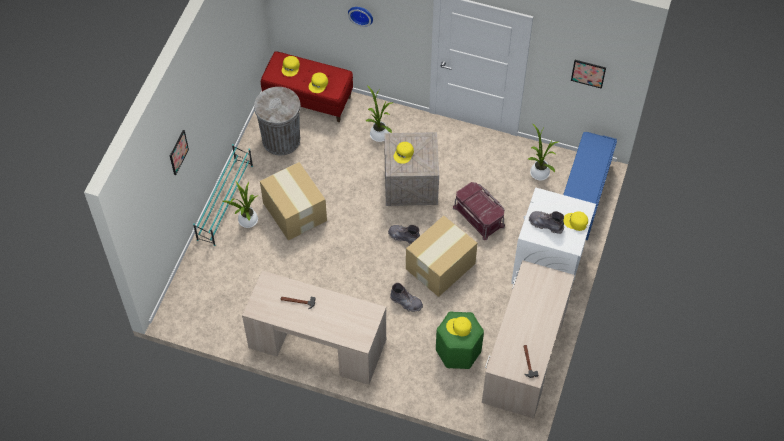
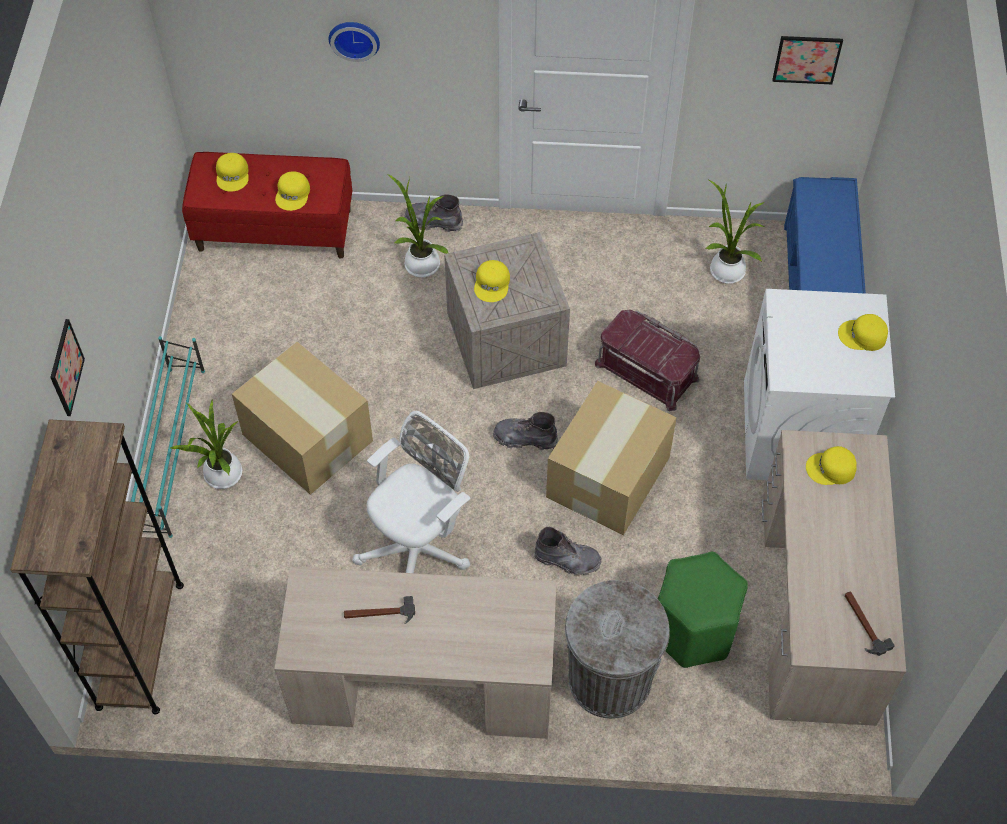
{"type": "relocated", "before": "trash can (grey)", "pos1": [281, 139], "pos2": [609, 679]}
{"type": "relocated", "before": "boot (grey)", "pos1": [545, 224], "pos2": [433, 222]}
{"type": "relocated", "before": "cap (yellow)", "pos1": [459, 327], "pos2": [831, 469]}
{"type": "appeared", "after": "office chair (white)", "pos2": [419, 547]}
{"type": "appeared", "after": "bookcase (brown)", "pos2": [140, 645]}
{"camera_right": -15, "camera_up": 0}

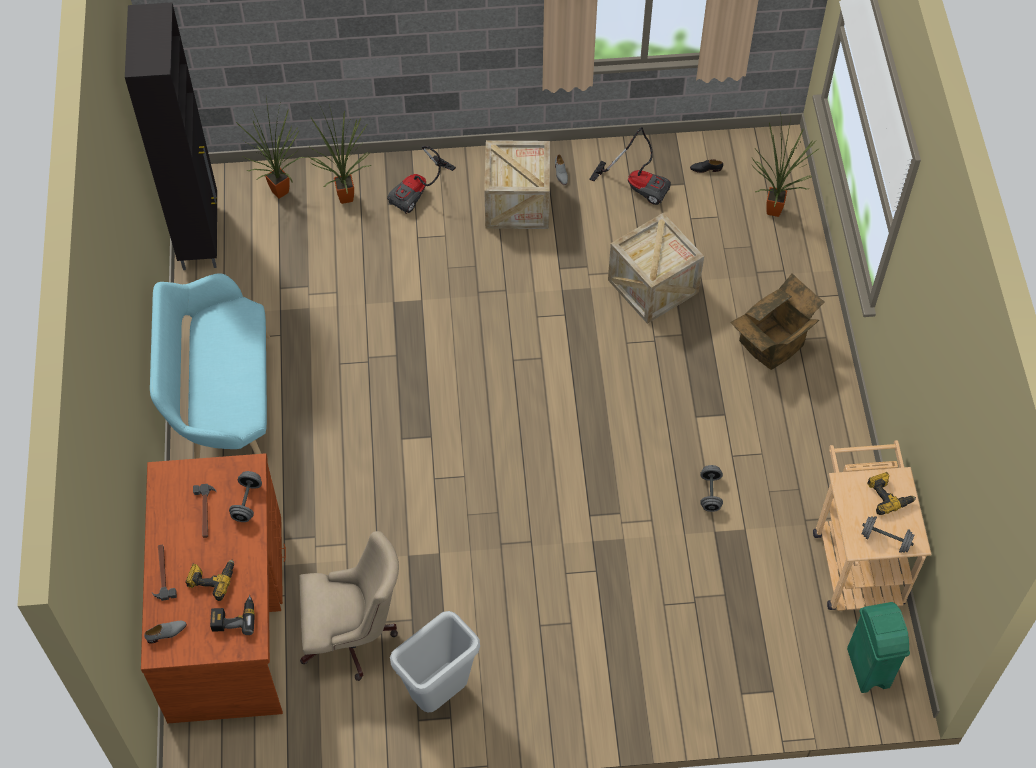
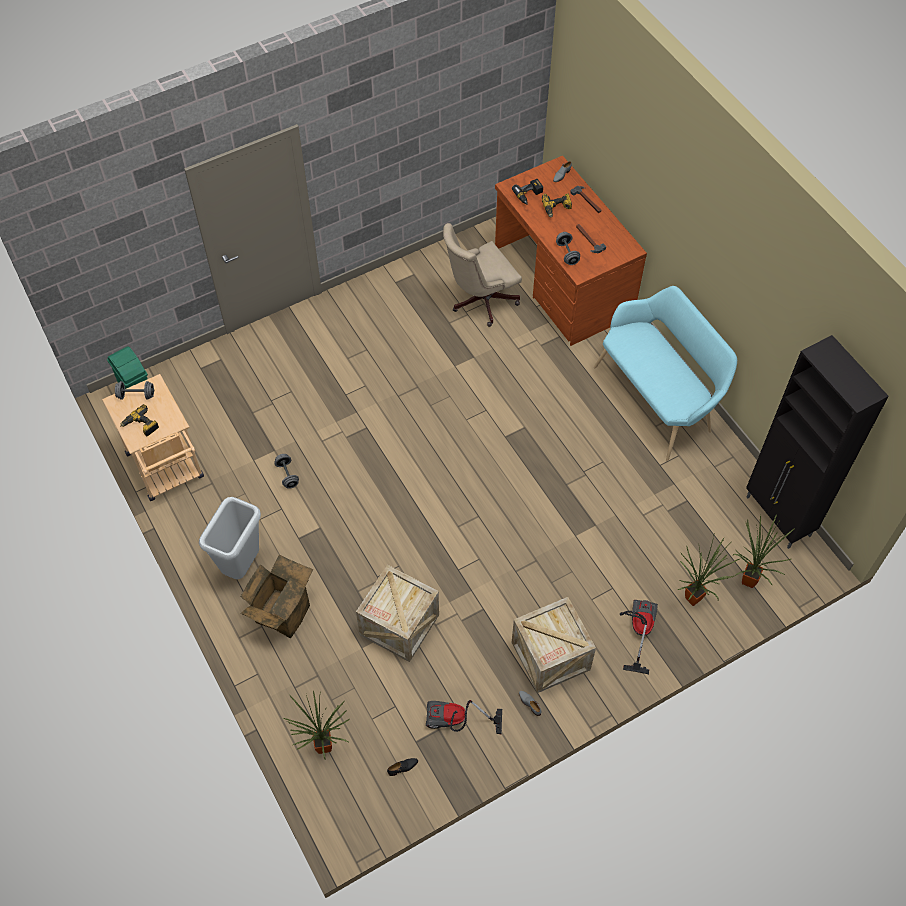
{"type": "relocated", "before": "trash can (grey)", "pos1": [439, 694], "pos2": [241, 565]}
{"camera_right": 155, "camera_up": 0}

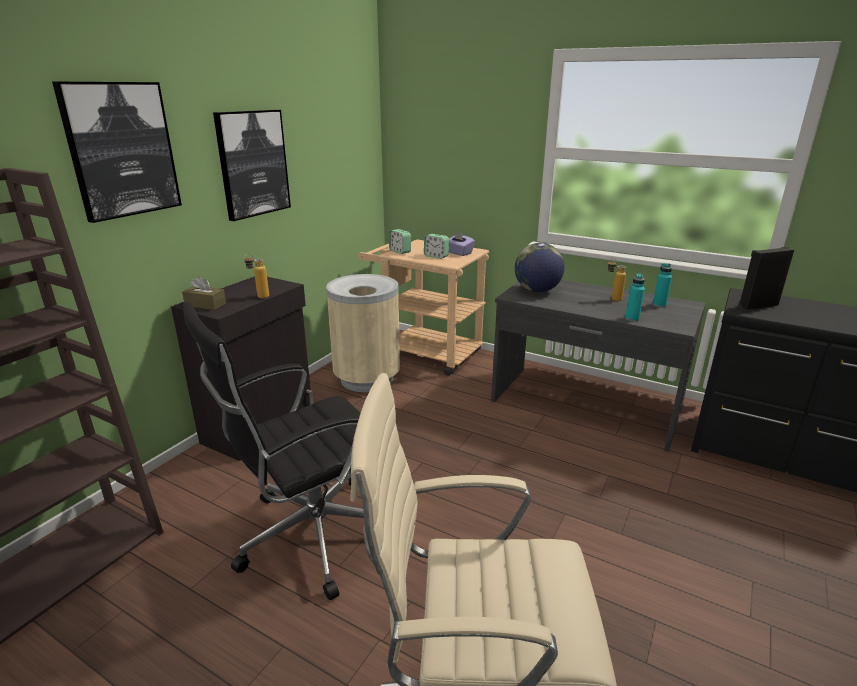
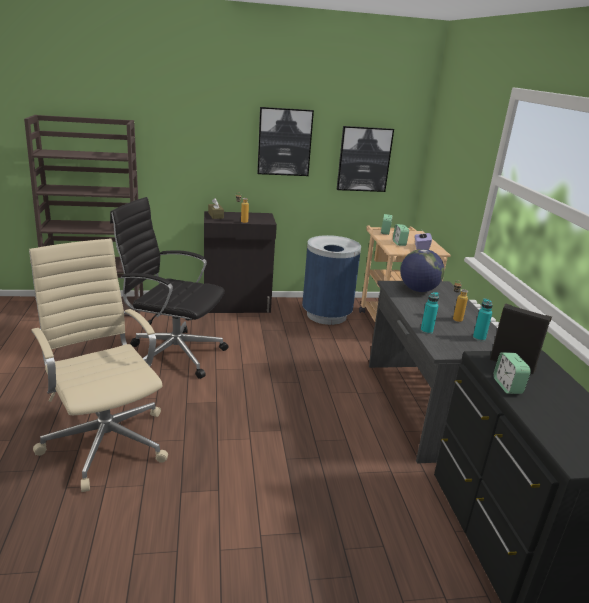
{"type": "relocated", "before": "picture", "pos1": [121, 150], "pos2": [364, 159]}
{"type": "colour", "before": "trash can (beige)", "after": "trash can (blue)", "pos1": [366, 379], "pos2": [326, 315]}
{"type": "appeared", "after": "alarm clock", "pos2": [507, 386]}
{"camera_right": 50, "camera_up": 0}

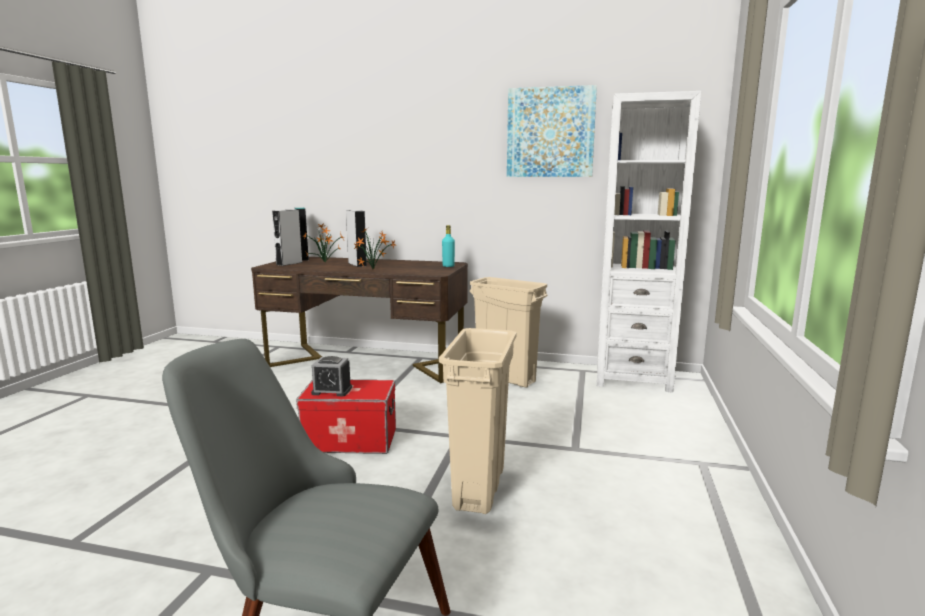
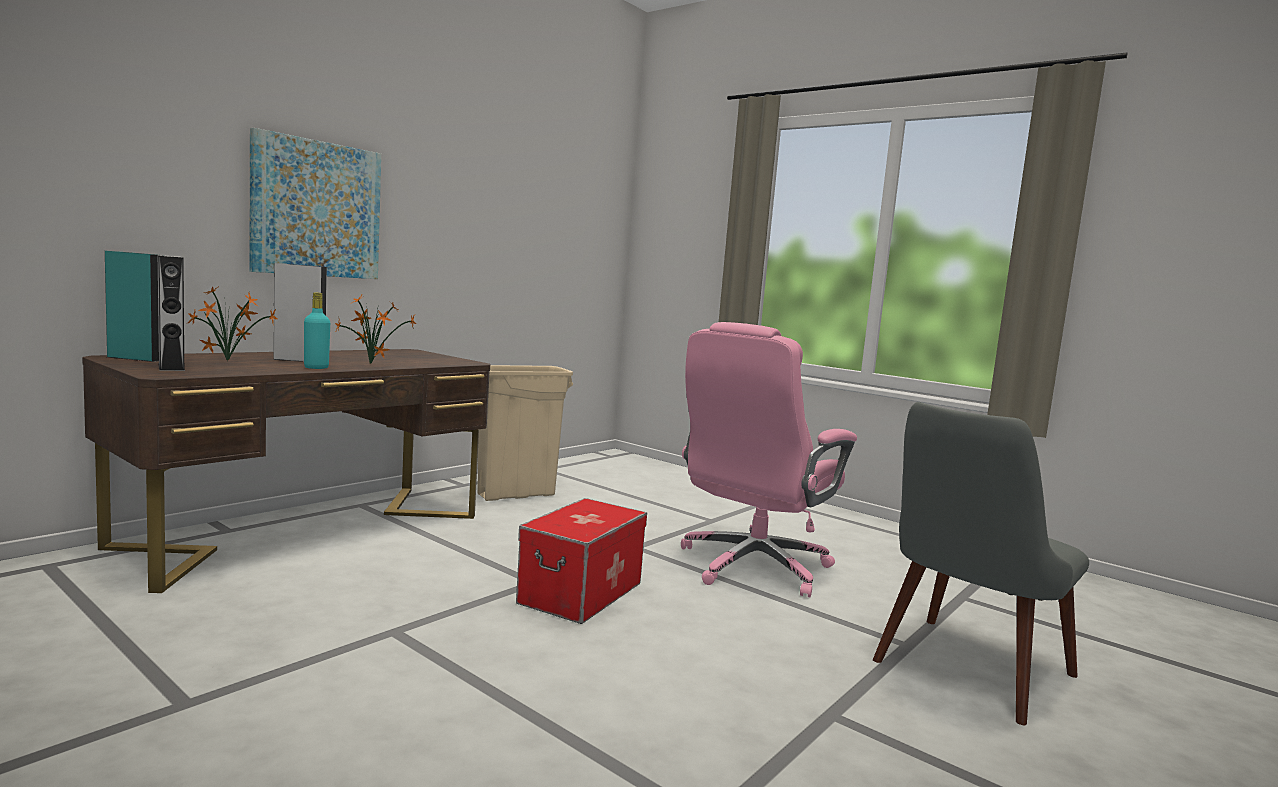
{"type": "relocated", "before": "picture", "pos1": [550, 132], "pos2": [316, 209]}
{"type": "missing", "before": "bookcase (white)", "pos1": [632, 378]}
{"type": "relocated", "before": "bottle (turquoise)", "pos1": [448, 266], "pos2": [316, 367]}
{"type": "exchanged", "before": "trash can (beige)", "after": "office chair (pink)", "pos1": [479, 488], "pos2": [752, 567]}
{"type": "missing", "before": "alarm clock", "pos1": [332, 391]}
{"camera_right": -65, "camera_up": -5}

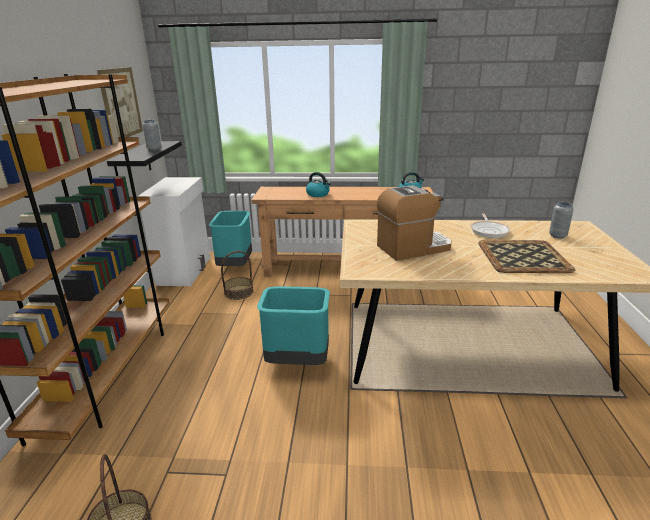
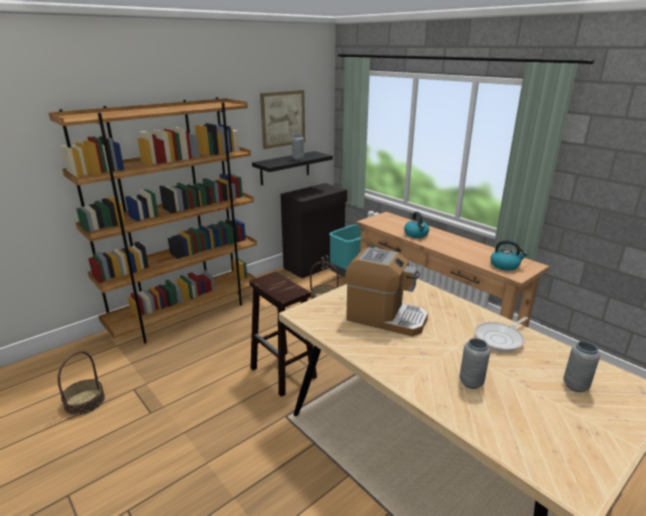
{"type": "colour", "before": "cabinet (white)", "after": "cabinet (black)", "pos1": [185, 270], "pos2": [315, 265]}
{"type": "exchanged", "before": "tray", "after": "vase (grey)", "pos1": [524, 257], "pos2": [471, 382]}
{"type": "exchanged", "before": "trash can (turquoise)", "after": "stool (brown)", "pos1": [298, 362], "pos2": [284, 373]}
{"camera_right": 45, "camera_up": 0}

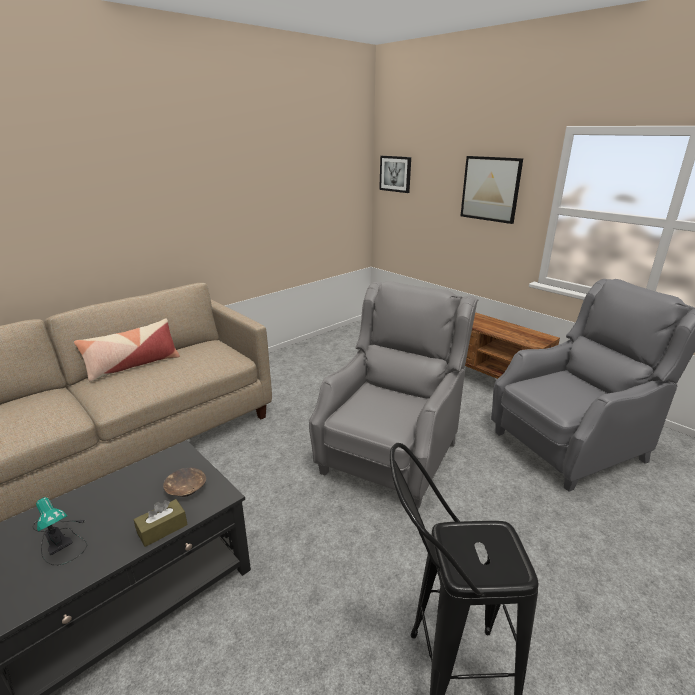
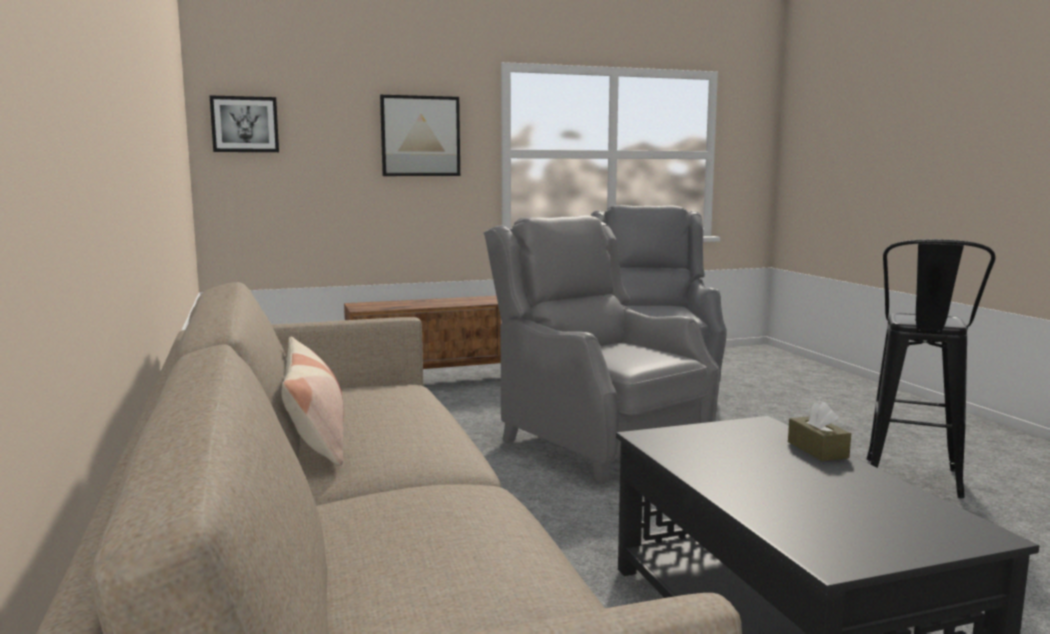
{"type": "missing", "before": "bowl (brown)", "pos1": [185, 489]}
{"type": "missing", "before": "table lamp", "pos1": [60, 538]}
{"camera_right": -65, "camera_up": -15}

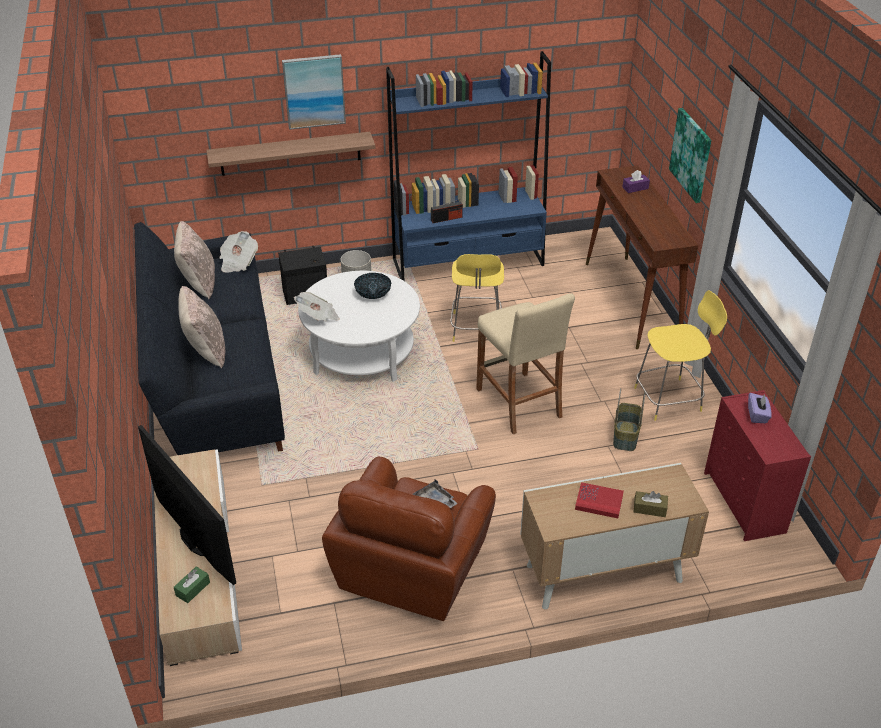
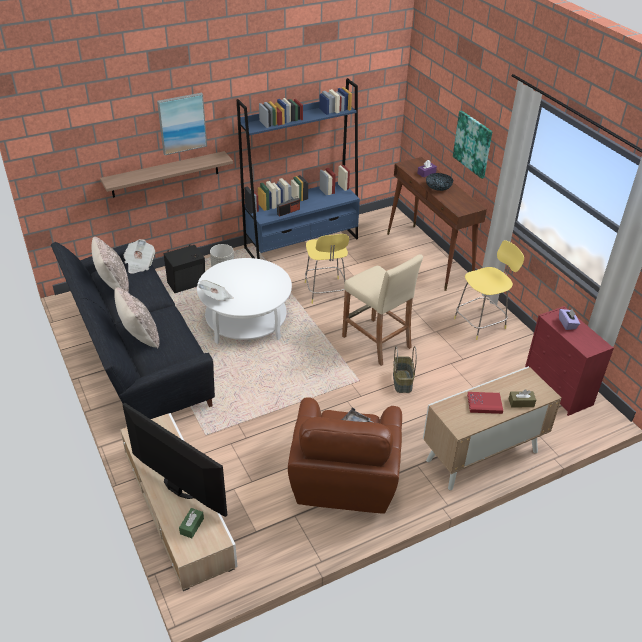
{"type": "relocated", "before": "bowl", "pos1": [373, 294], "pos2": [438, 188]}
{"type": "relocated", "before": "basket", "pos1": [626, 436], "pos2": [403, 381]}
{"camera_right": -15, "camera_up": 0}

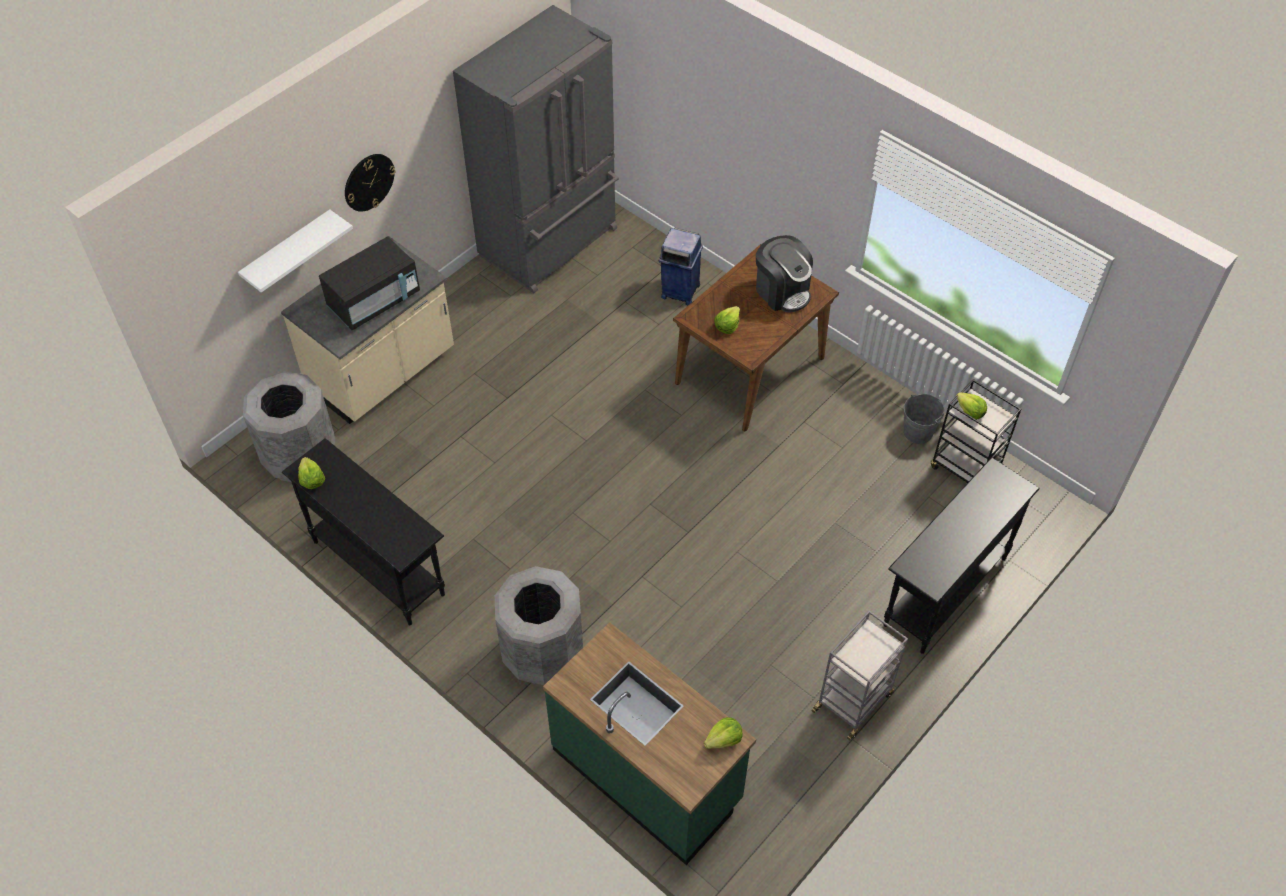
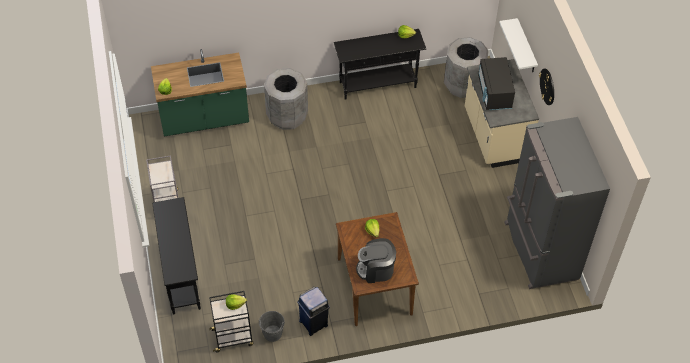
{"type": "relocated", "before": "trash can (blue)", "pos1": [679, 291], "pos2": [314, 323]}
{"camera_right": 125, "camera_up": 0}

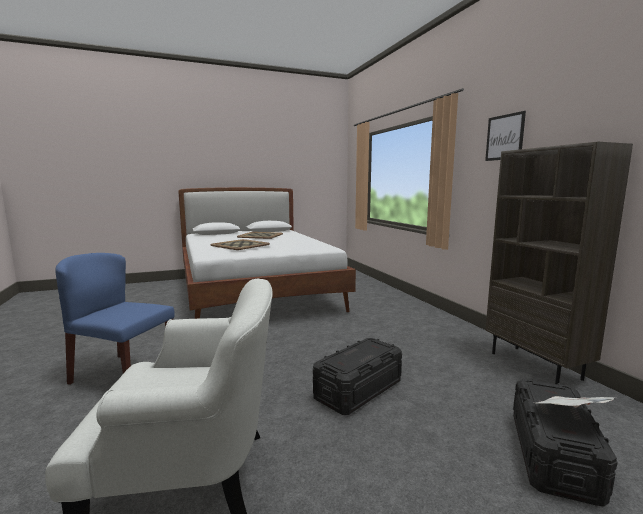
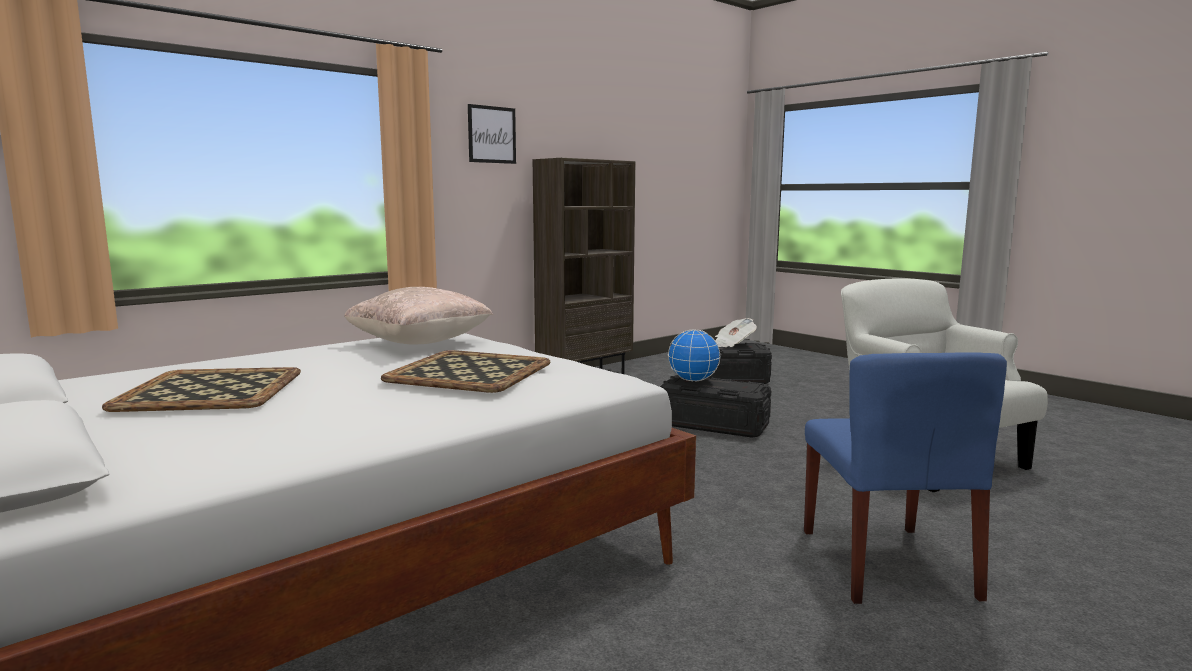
{"type": "appeared", "after": "pillow (beige)", "pos2": [419, 344]}
{"type": "appeared", "after": "globe", "pos2": [692, 380]}
{"camera_right": -110, "camera_up": 0}

